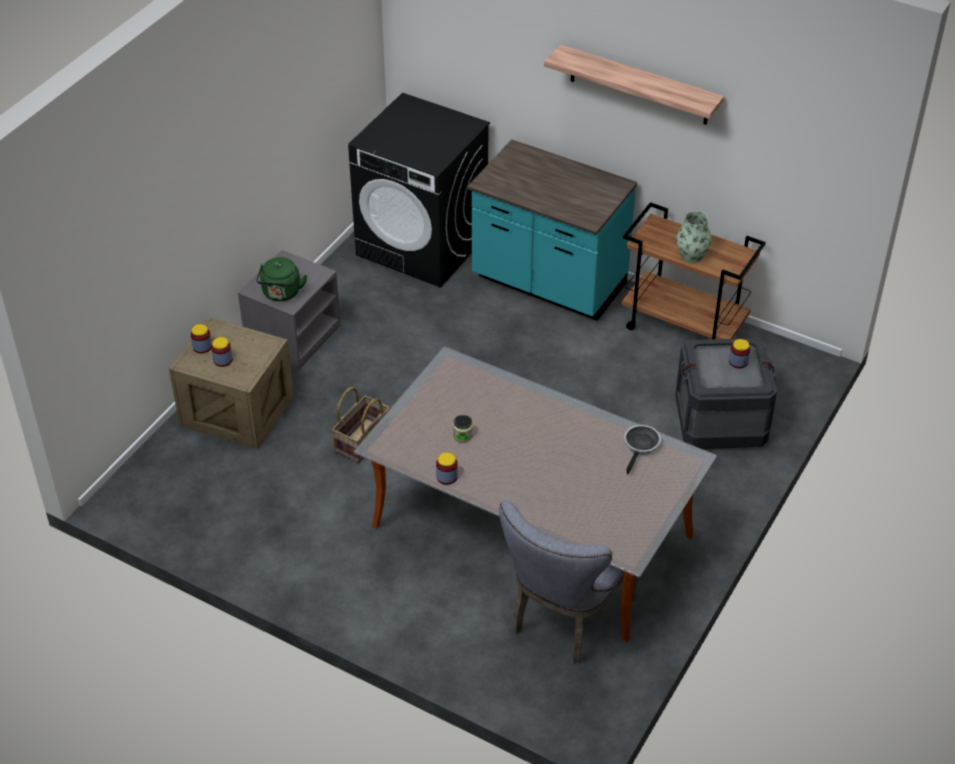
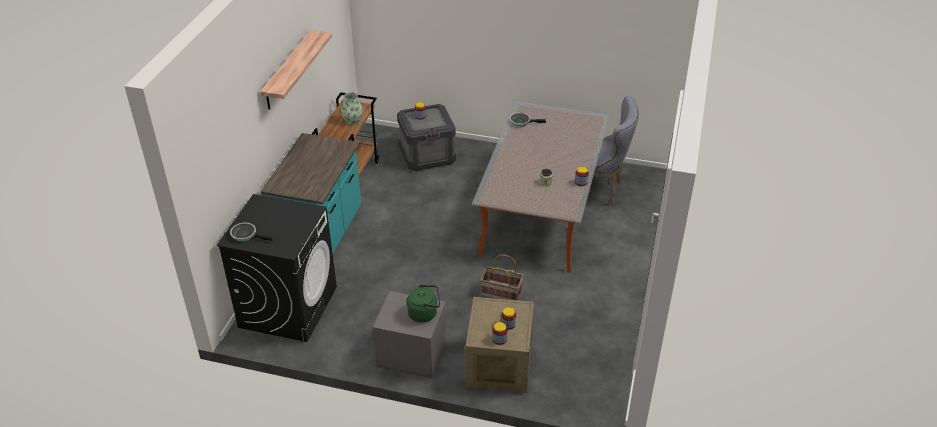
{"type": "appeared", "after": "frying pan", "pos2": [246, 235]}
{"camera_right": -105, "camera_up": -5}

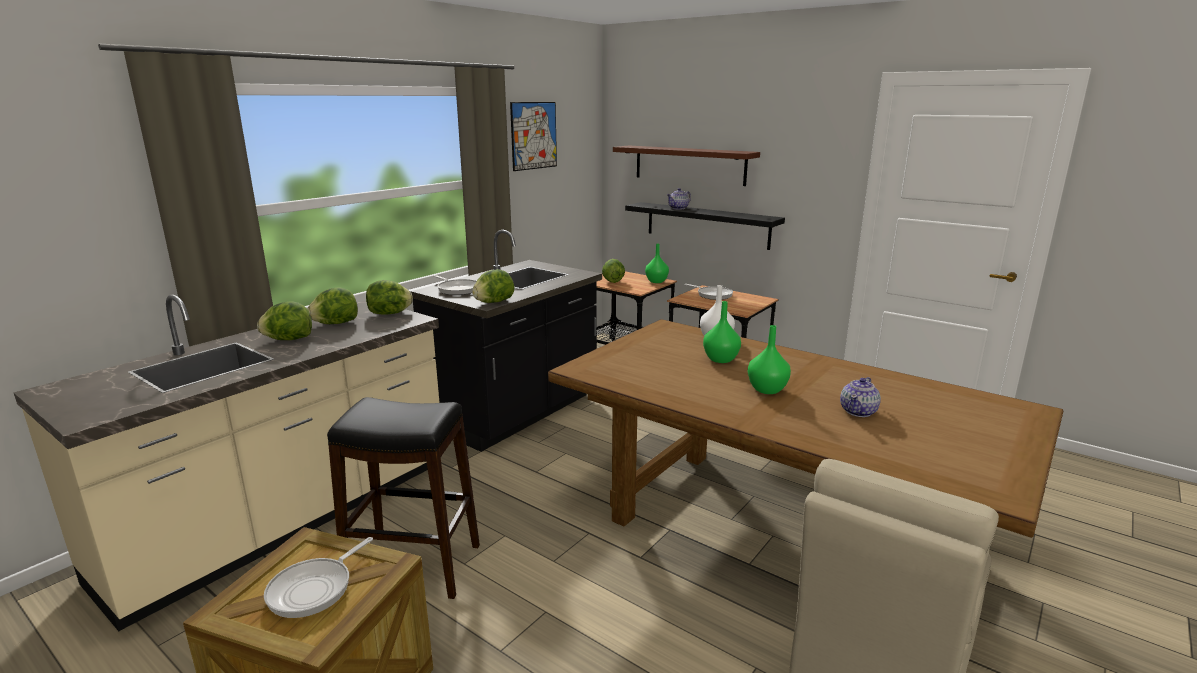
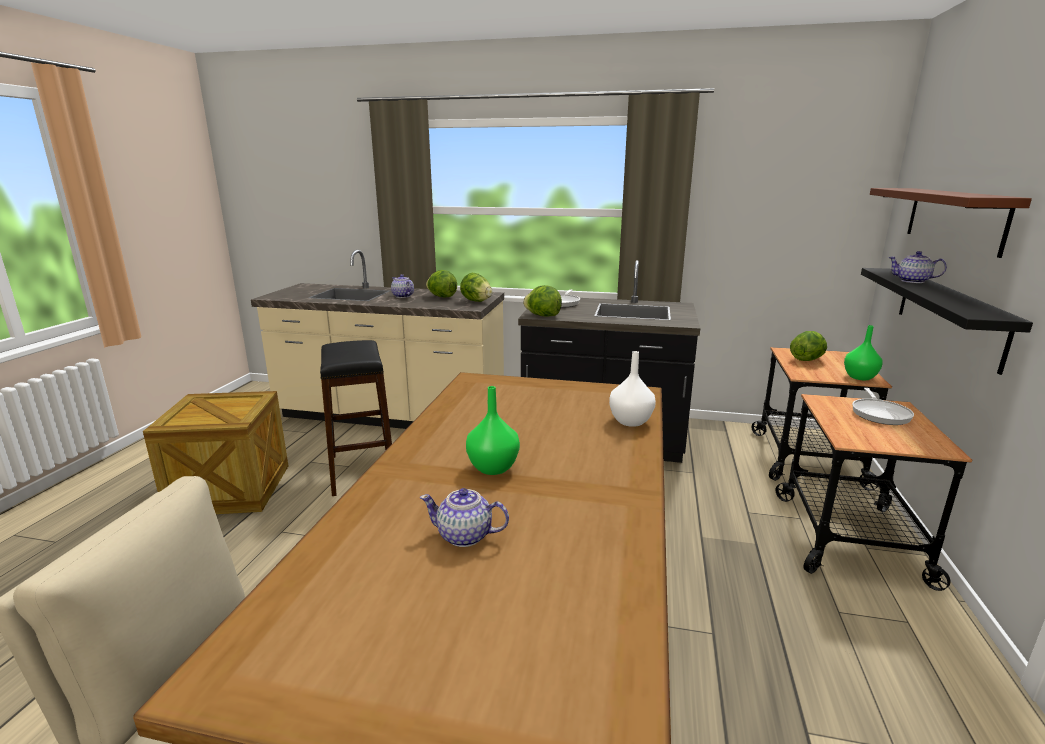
{"type": "missing", "before": "picture", "pos1": [534, 135]}
{"type": "exchanged", "before": "lettuce", "after": "teapot", "pos1": [289, 339], "pos2": [403, 296]}
{"type": "missing", "before": "vase (green)", "pos1": [720, 359]}
{"type": "missing", "before": "frying pan", "pos1": [314, 589]}
{"camera_right": 65, "camera_up": 0}

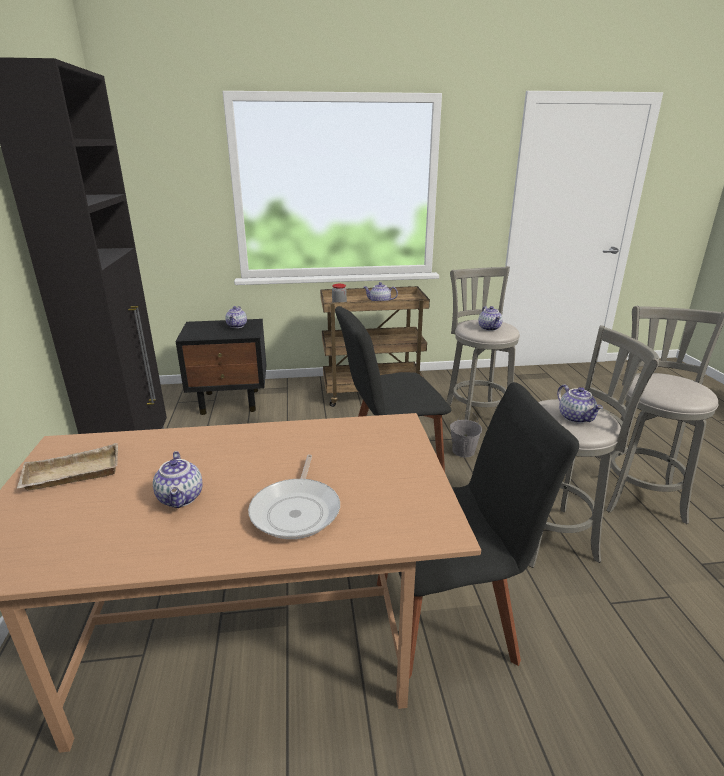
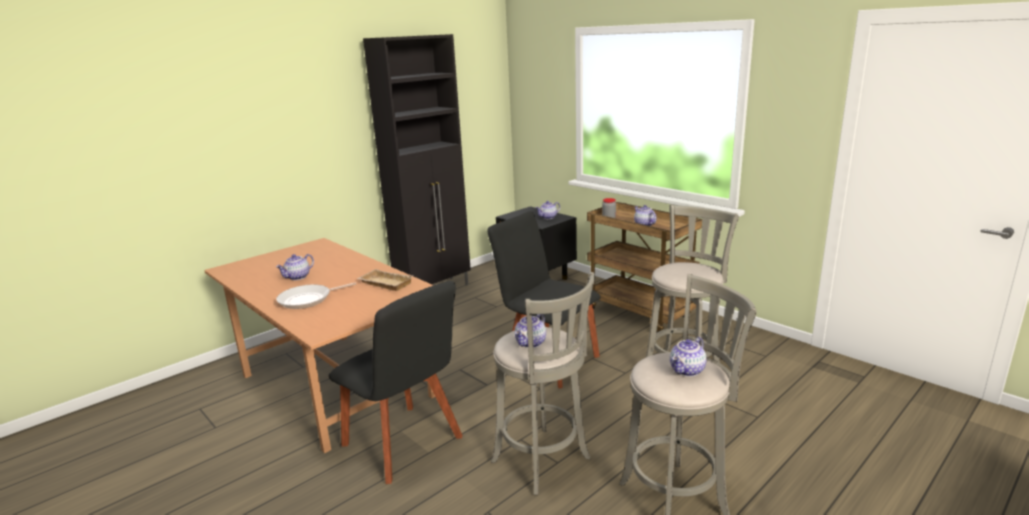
{"type": "relocated", "before": "teapot", "pos1": [490, 328], "pos2": [687, 371]}
{"type": "missing", "before": "bucket (grey)", "pos1": [463, 451]}
{"type": "relocated", "before": "tray (beige)", "pos1": [71, 475], "pos2": [384, 284]}
{"camera_right": 55, "camera_up": -5}

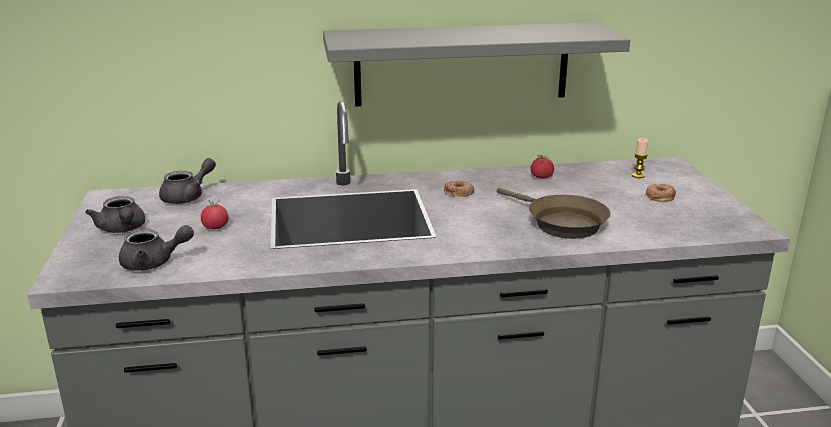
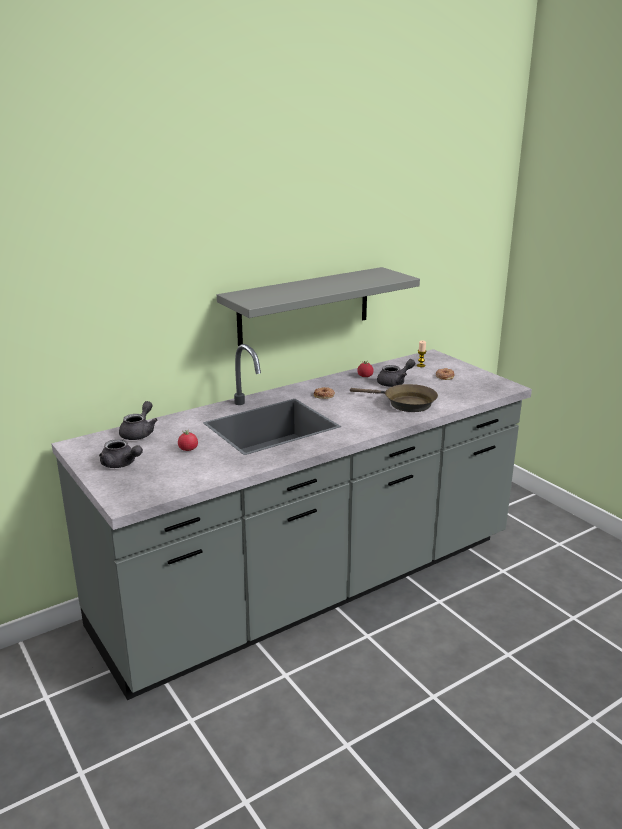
{"type": "relocated", "before": "teapot (grey)", "pos1": [154, 263], "pos2": [395, 383]}
{"camera_right": -25, "camera_up": 0}

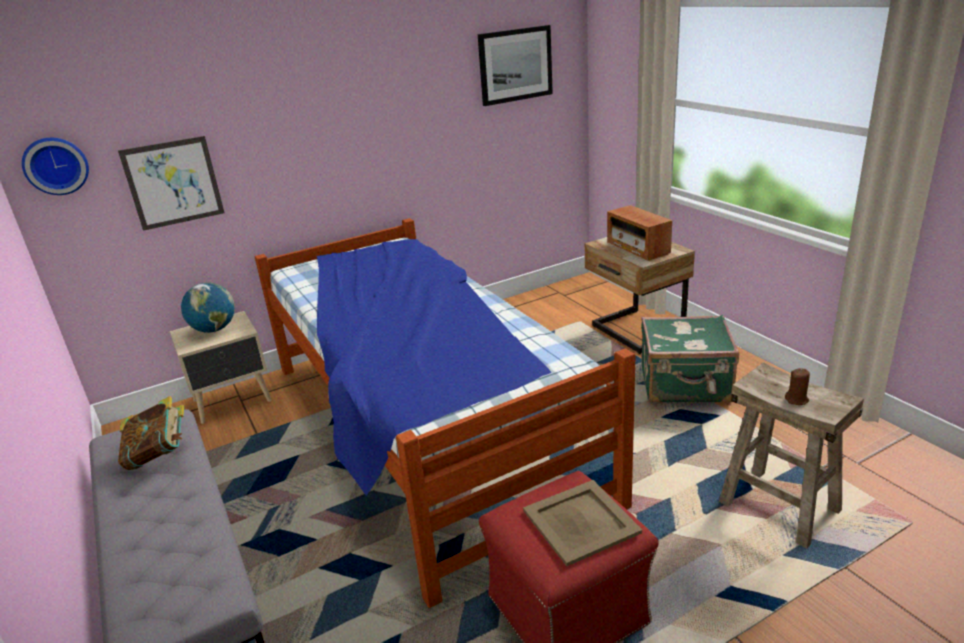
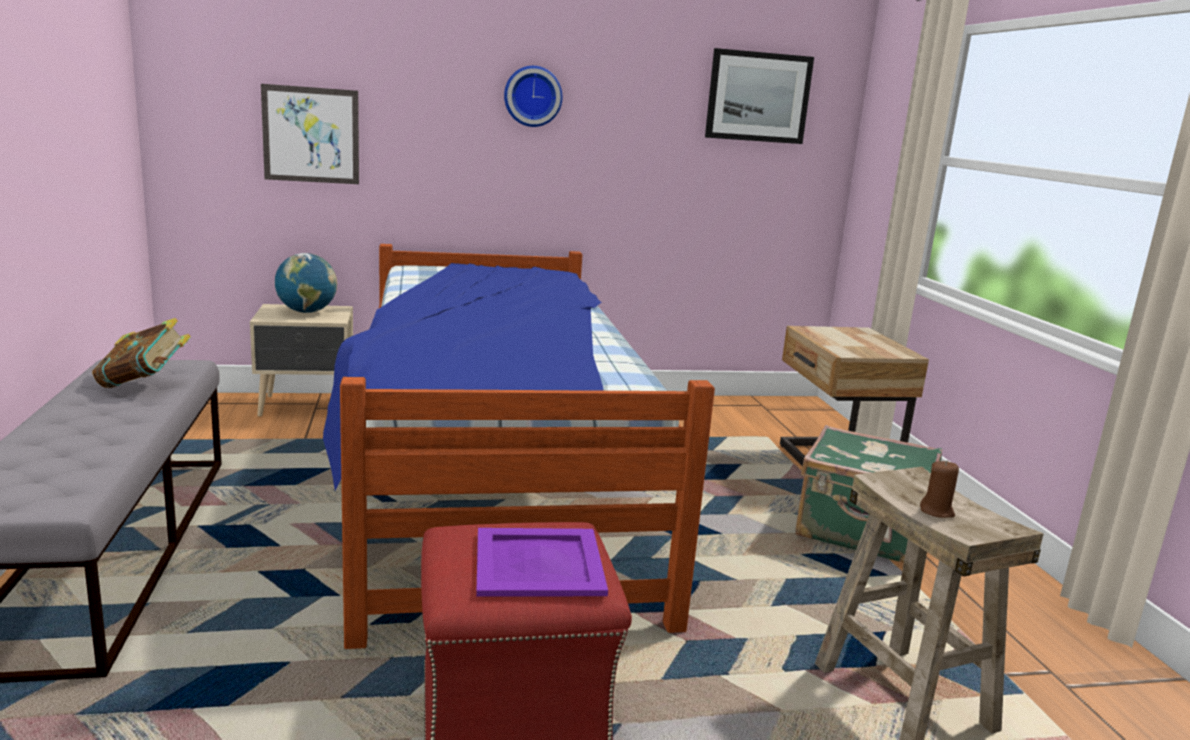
{"type": "relocated", "before": "wall clock", "pos1": [55, 165], "pos2": [532, 96]}
{"type": "missing", "before": "radio", "pos1": [637, 248]}
{"type": "colour", "before": "tray (beige)", "after": "tray (purple)", "pos1": [582, 522], "pos2": [540, 563]}
{"camera_right": 15, "camera_up": -10}

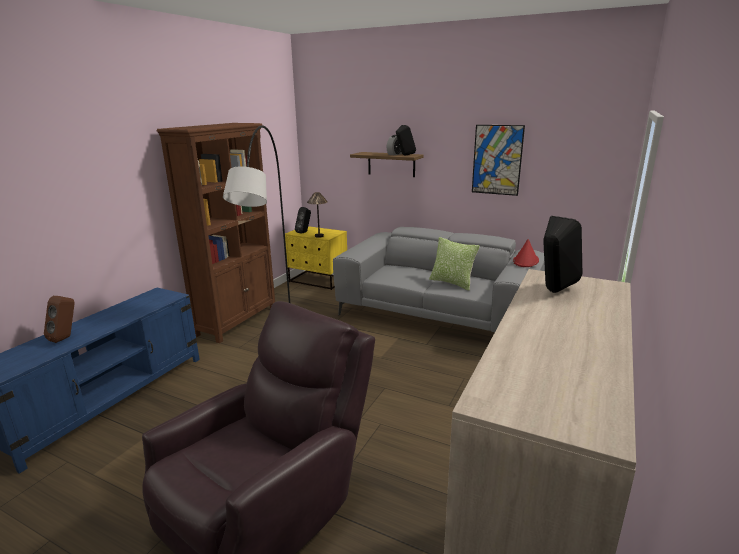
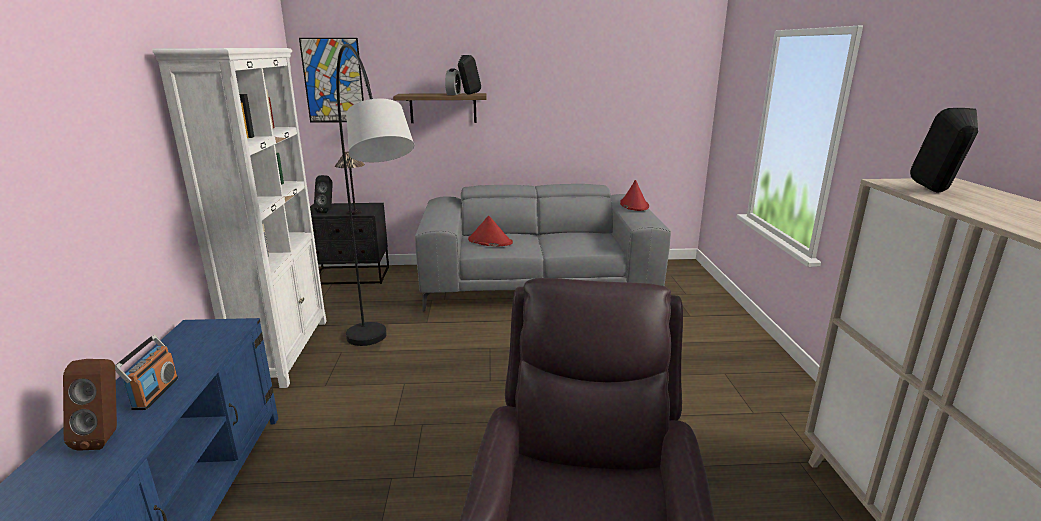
{"type": "colour", "before": "bookcase (brown)", "after": "bookcase (white)", "pos1": [237, 320], "pos2": [284, 351]}
{"type": "relocated", "before": "picture", "pos1": [497, 160], "pos2": [333, 81]}
{"type": "colour", "before": "nightstand (yellow)", "after": "nightstand (black)", "pos1": [318, 280], "pos2": [351, 276]}
{"type": "missing", "before": "pillow", "pos1": [452, 283]}
{"type": "appeared", "after": "hat (red)", "pos2": [489, 241]}
{"type": "appeared", "after": "radio", "pos2": [155, 393]}
{"camera_right": -30, "camera_up": 0}

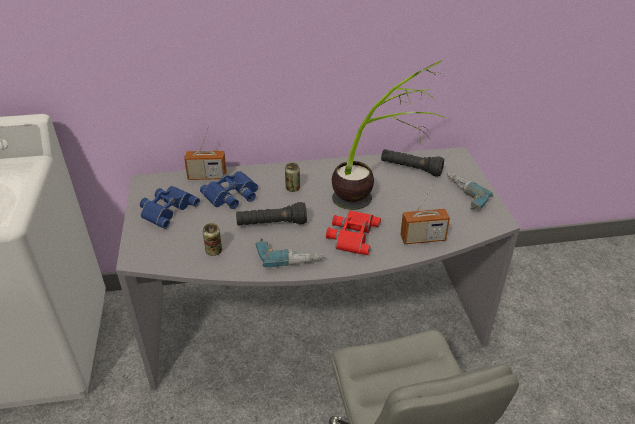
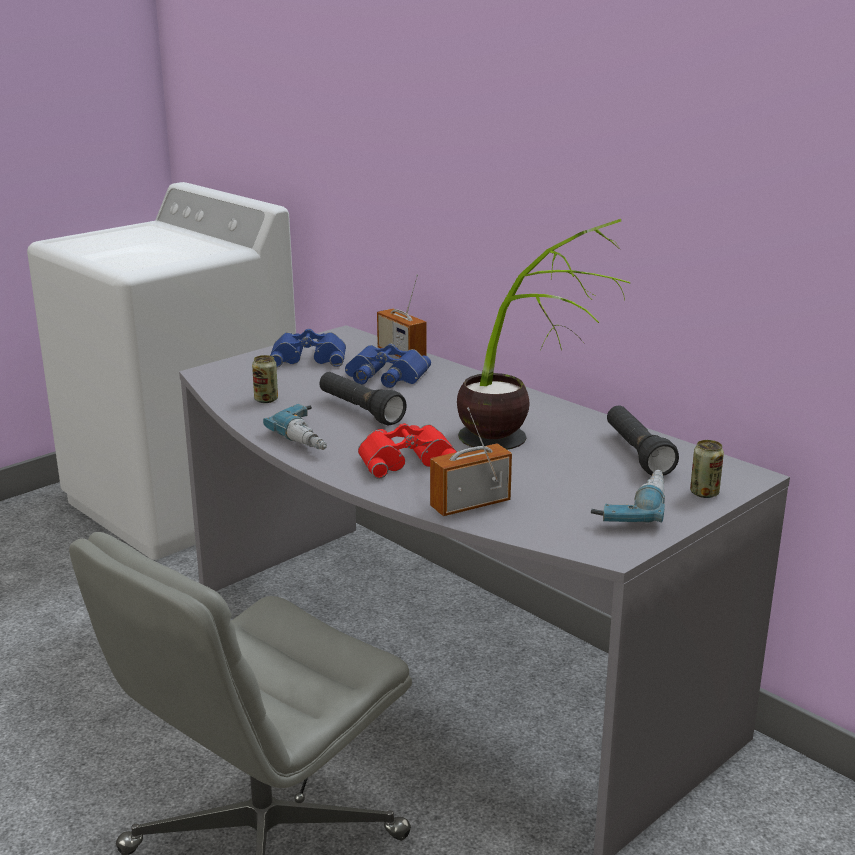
{"type": "relocated", "before": "can", "pos1": [292, 188], "pos2": [704, 493]}
{"type": "spun", "before": "radio", "pos1": [422, 238], "pos2": [470, 504], "turn": 105}
{"camera_right": 55, "camera_up": -15}

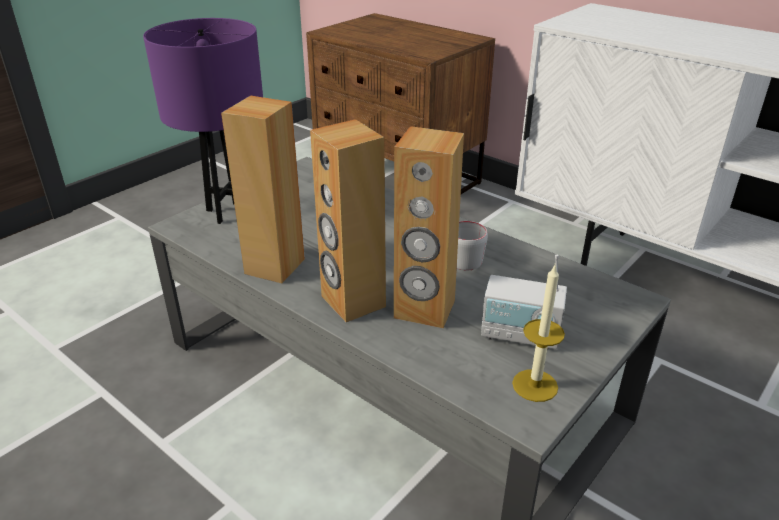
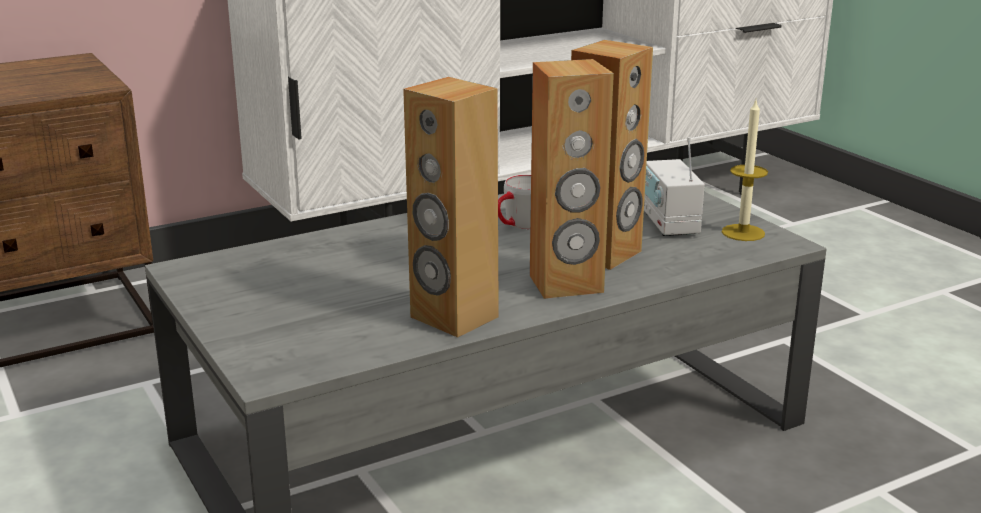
{"type": "missing", "before": "table lamp (purple)", "pos1": [227, 212]}
{"type": "spun", "before": "radio", "pos1": [520, 335], "pos2": [669, 224], "turn": 135}
{"camera_right": -70, "camera_up": -10}

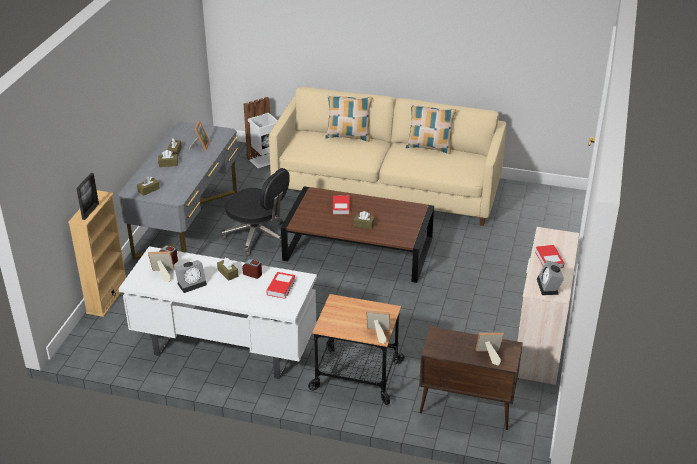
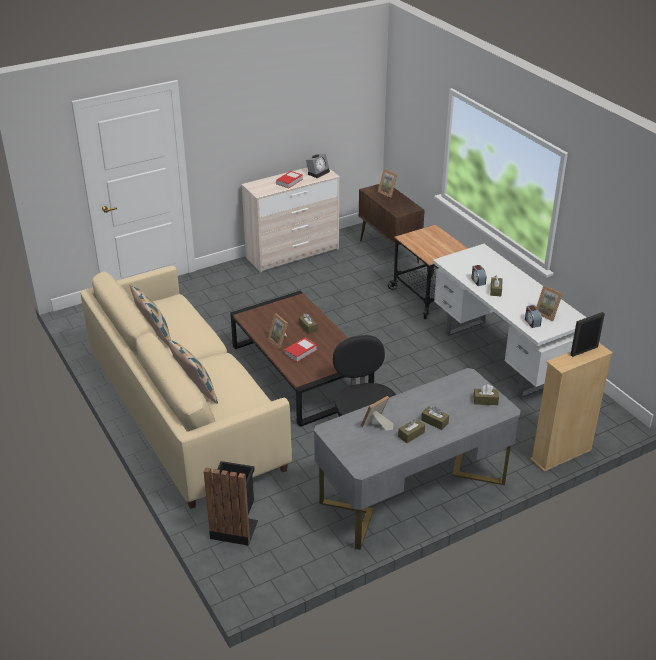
{"type": "colour", "before": "trash can (white)", "after": "trash can (black)", "pos1": [265, 160], "pos2": [234, 527]}
{"type": "missing", "before": "alarm clock", "pos1": [192, 283]}
{"type": "missing", "before": "book", "pos1": [281, 287]}
{"type": "relocated", "before": "picture frame", "pos1": [377, 334], "pos2": [280, 341]}
{"camera_right": -135, "camera_up": 0}

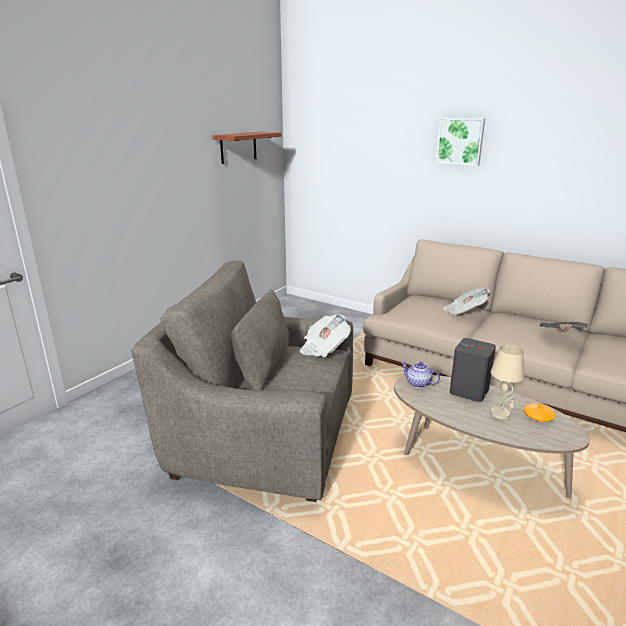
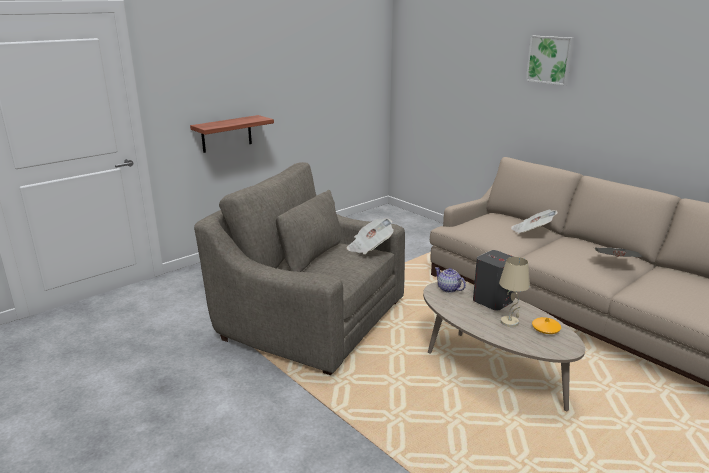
{"type": "relocated", "before": "shelf", "pos1": [238, 147], "pos2": [226, 134]}
{"camera_right": 15, "camera_up": 0}

